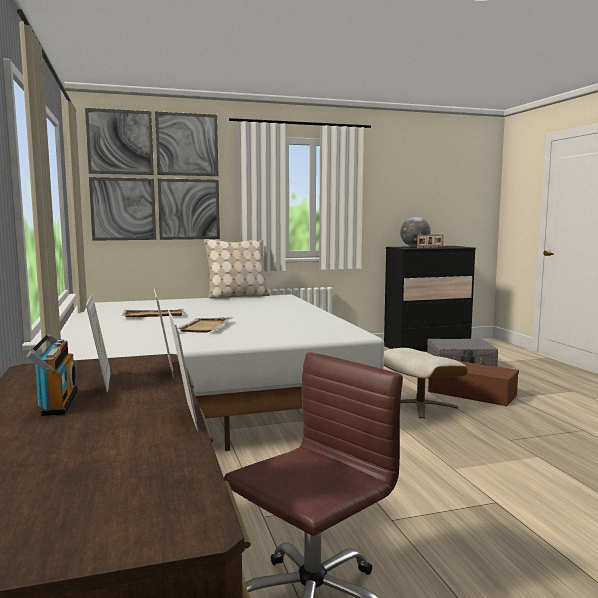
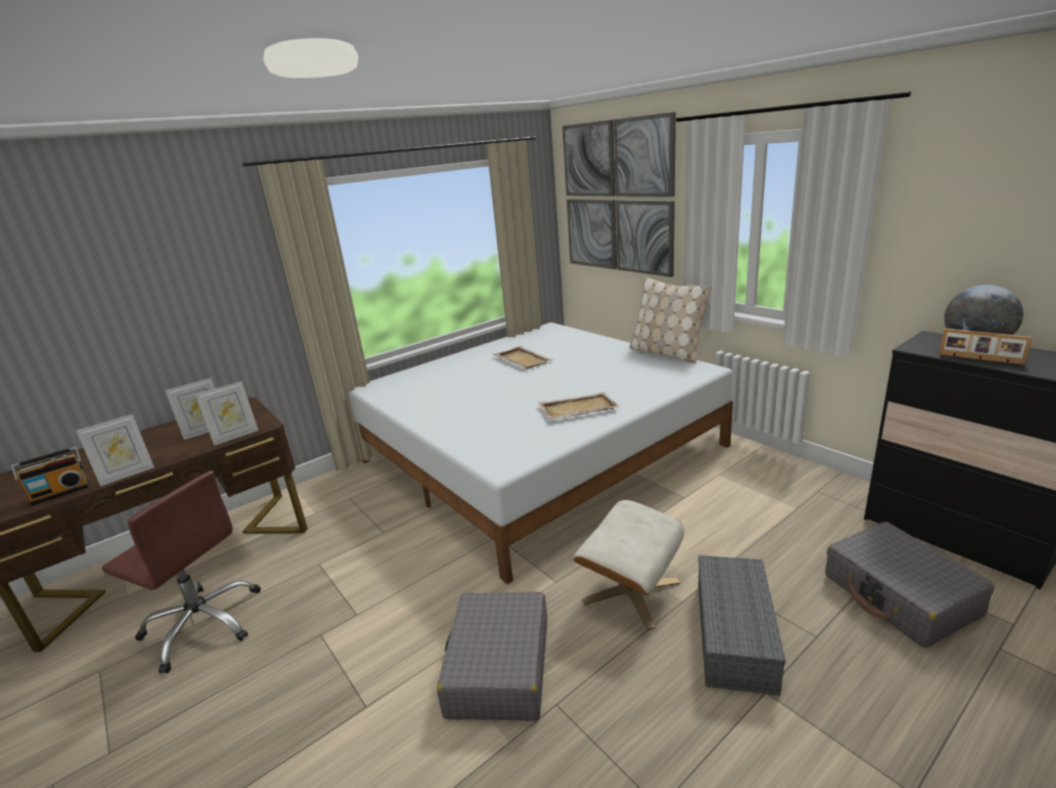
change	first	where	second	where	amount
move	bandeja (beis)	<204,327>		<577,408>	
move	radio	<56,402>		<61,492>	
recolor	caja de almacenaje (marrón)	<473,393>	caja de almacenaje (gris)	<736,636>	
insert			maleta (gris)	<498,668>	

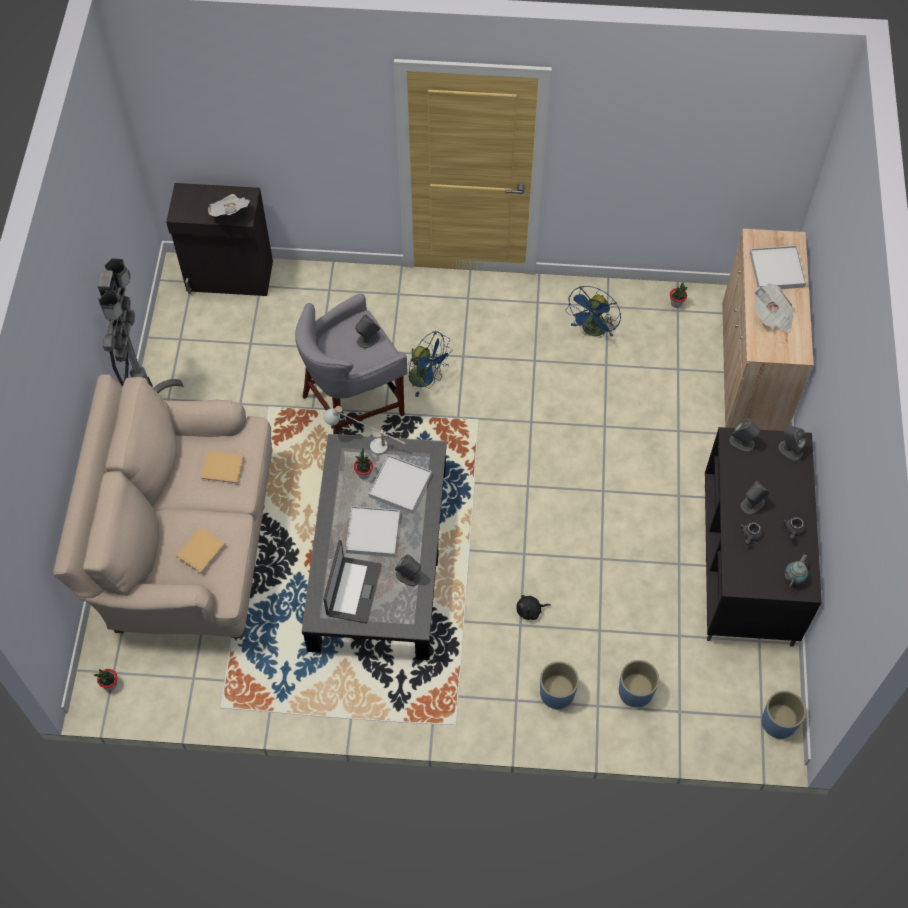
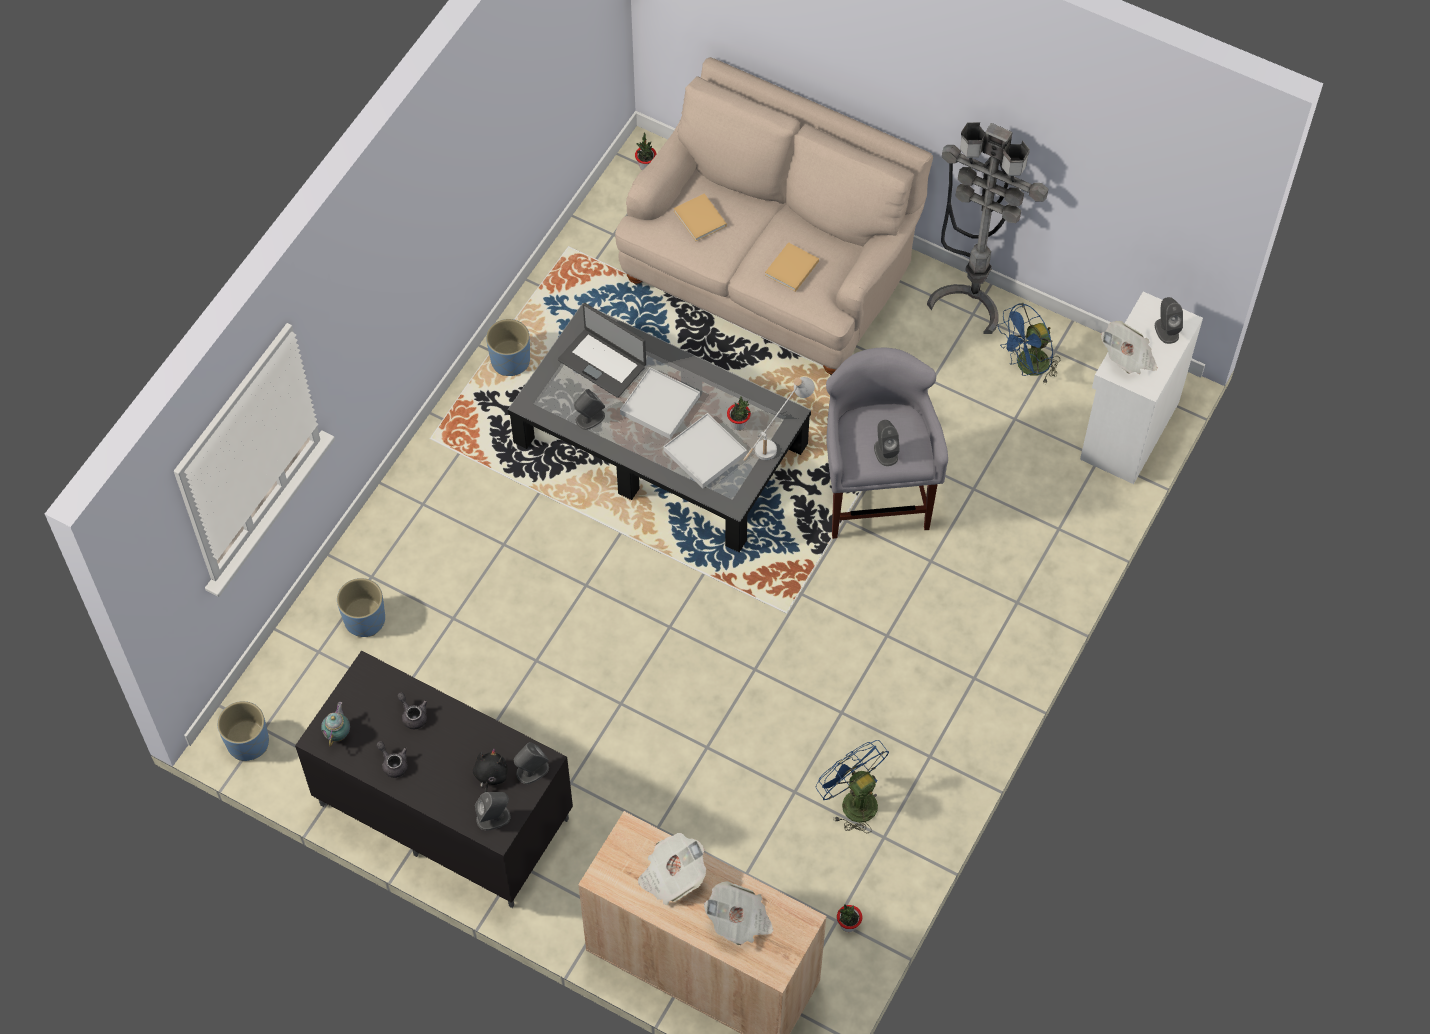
change	first	where	second	where	amount
recolor	armario (negro)	<230,277>	armario (blanco)	<1127,430>	
replace	bandeja (blanco)	<776,270>	periódico	<739,921>	
move	ventilador (azul)	<427,379>		<1027,367>	
move	altavoz (gris)	<752,504>		<1166,330>	
rotate	tetera	<794,578>		<338,733>	135 degrees counterclockwise
move	peluche (negro)	<530,611>		<490,776>	
move	maceta (azul)	<557,693>		<510,361>	

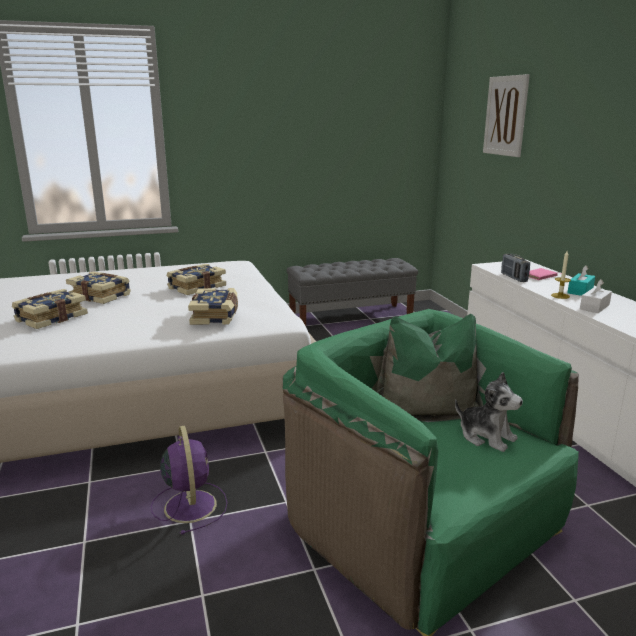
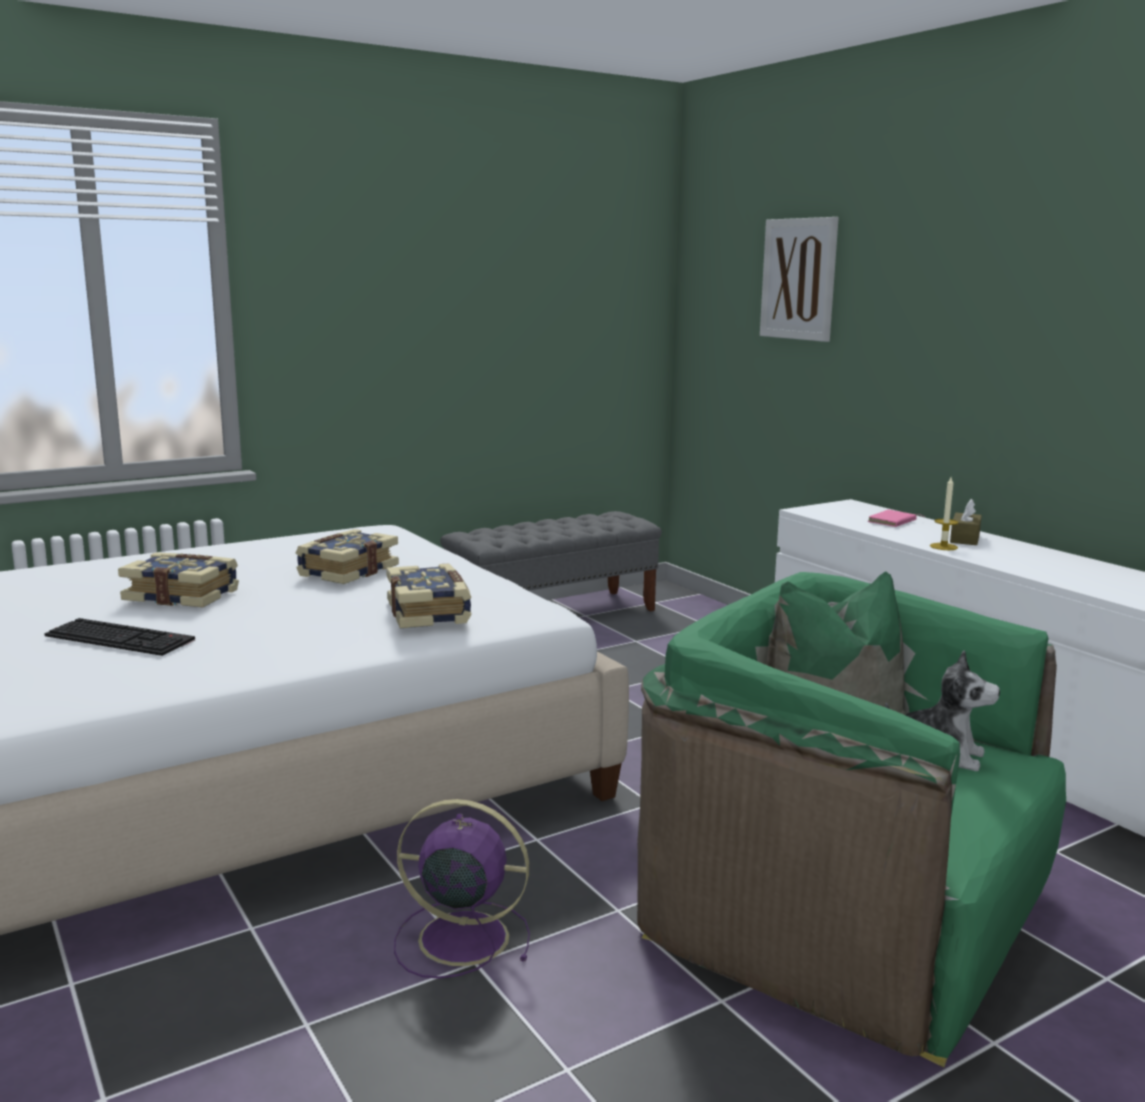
change	first	where	second	where	amount
delete	radio	<513,278>			
recolor	caja de pañuelos (turquesa)	<580,291>	caja de pañuelos (marrón)	<964,538>	
delete	caja de pañuelos (blanco)	<594,307>			
replace	libro	<51,318>	teclado	<122,637>	
rotate	ventilador (morado)	<190,504>		<459,938>	45 degrees counterclockwise

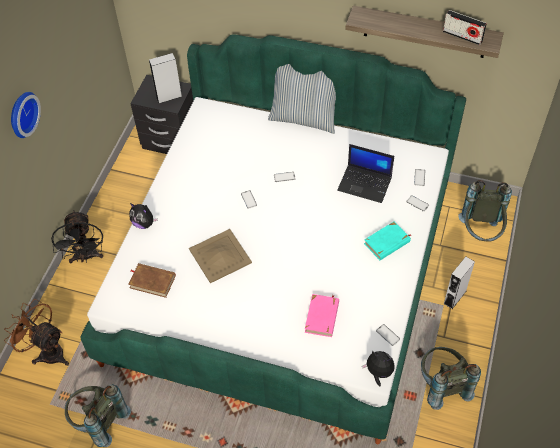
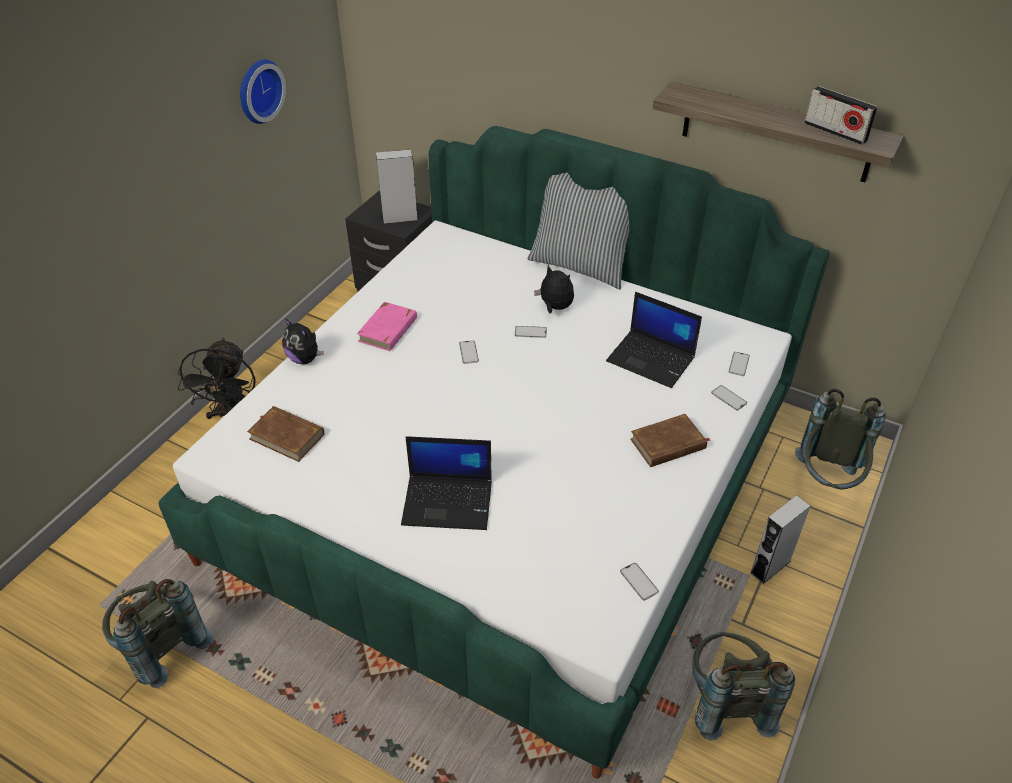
change	first	where	second	where	amount
move	reloj de pared	<21,114>		<258,90>	
recolor	libro (turquesa)	<387,243>	libro (marrón)	<668,444>	
delete	bandeja (beis)	<219,256>			
move	libro (rosa)	<322,317>		<388,330>	
delete	ventilador (marrón)	<47,351>			
move	peluche	<378,373>		<555,307>	
insert			portátil	<449,502>	

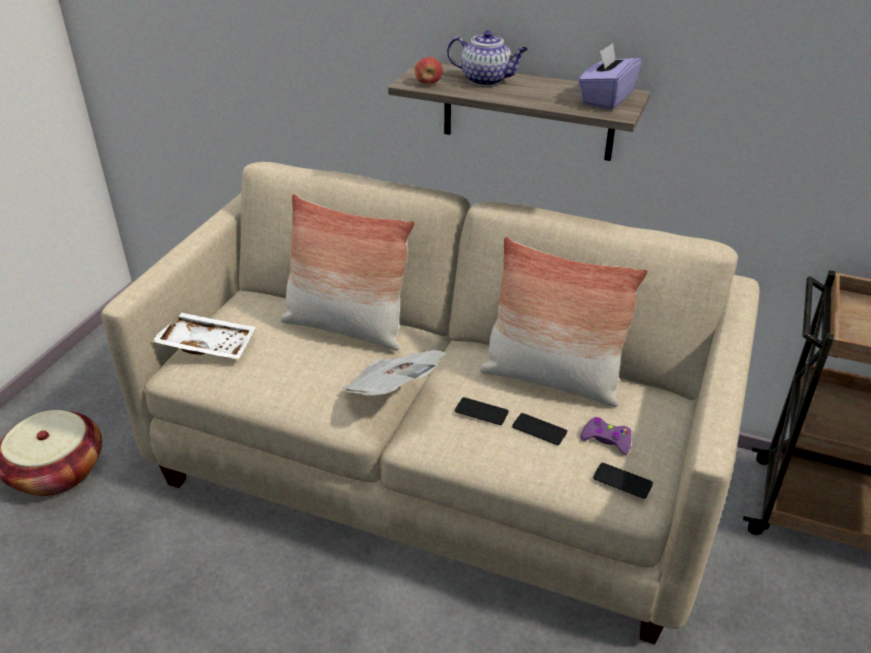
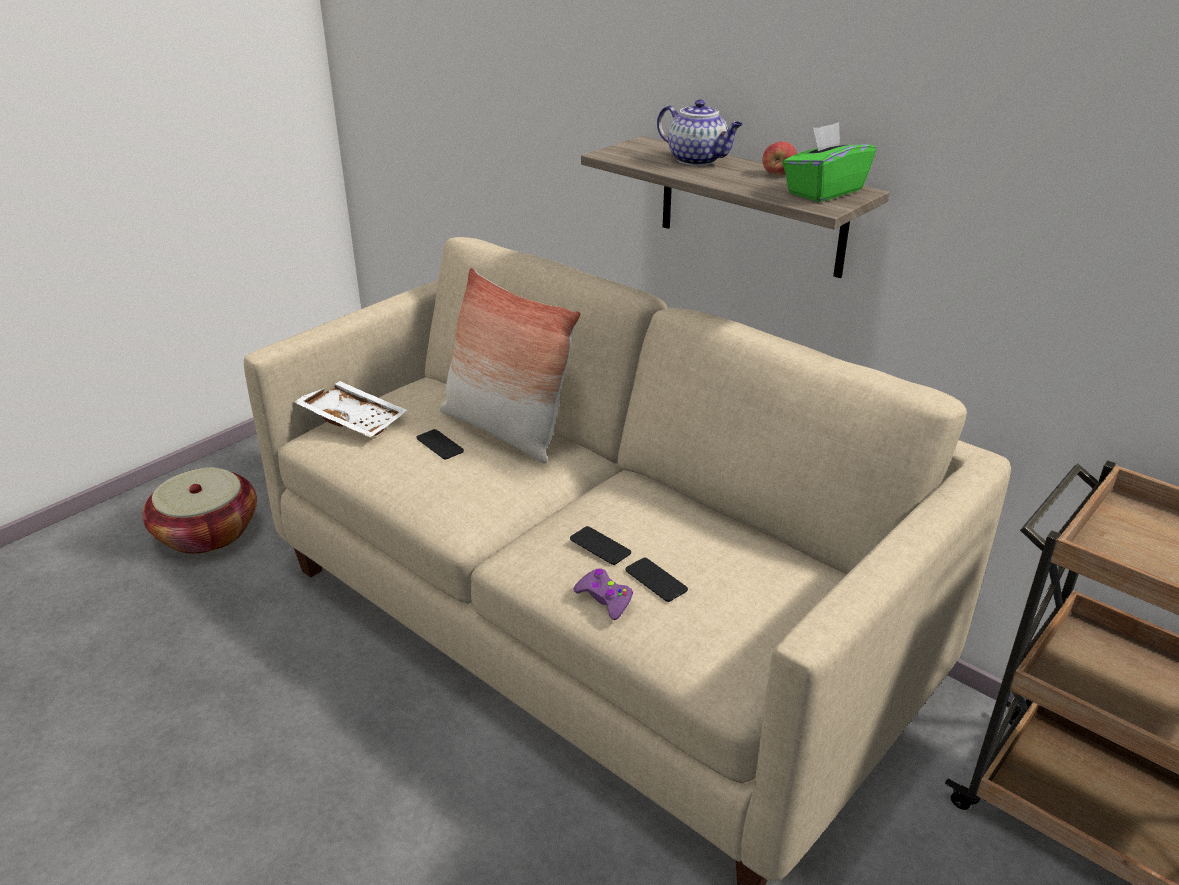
change	first	where	second	where	amount
recolor	caja de pañuelos (morado)	<606,99>	caja de pañuelos (verde)	<824,192>	
move	manzana	<428,83>		<778,174>	
delete	cojín	<551,379>			
delete	periódico	<393,392>			
move	mando de consola (morado)	<606,440>		<605,599>	
move	móvil	<622,481>		<440,445>	

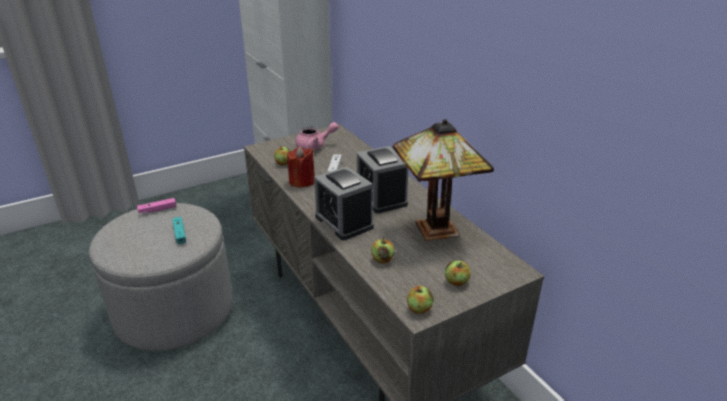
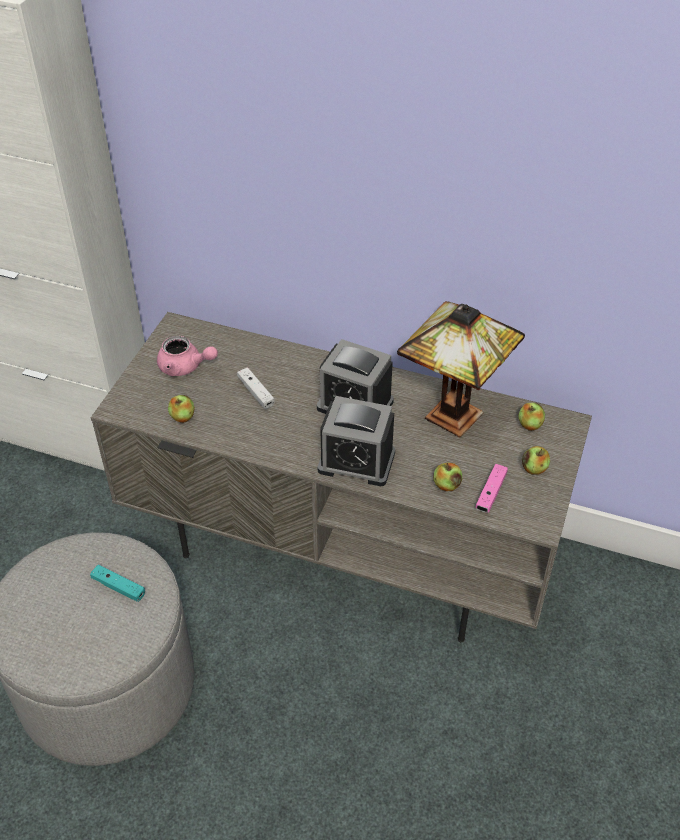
change	first	where	second	where	amount
rotate	tetera (rosa)	<315,146>		<185,367>	75 degrees clockwise
delete	vela (rojo)	<302,181>			
move	mando de consola (rosa)	<157,210>		<491,493>	
move	manzana	<419,309>		<530,424>	

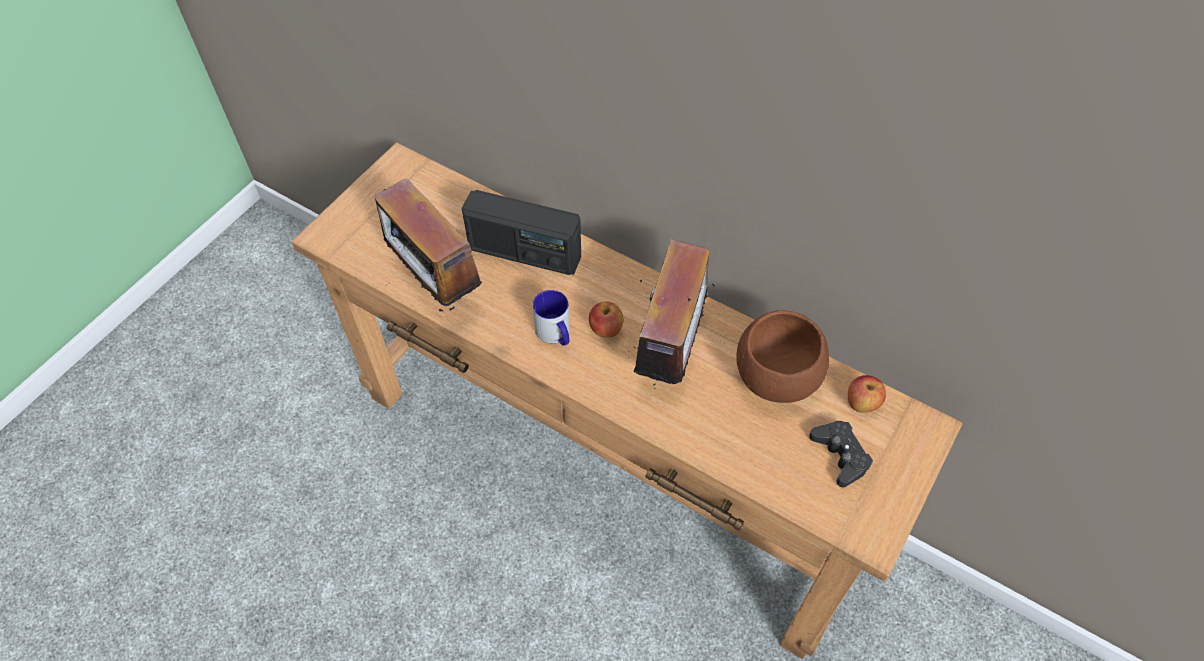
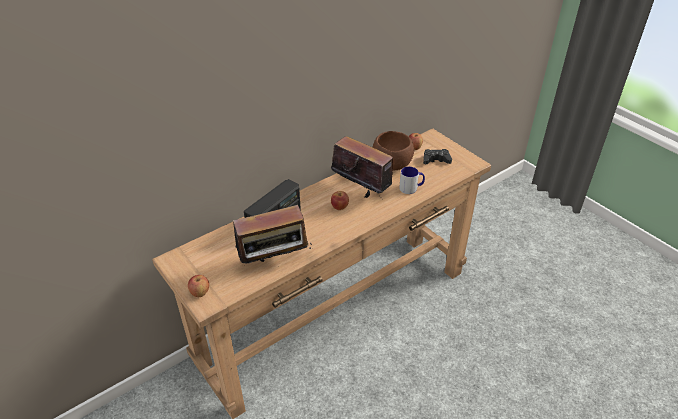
change	first	where	second	where	amount
move	taza grande	<555,334>		<411,188>	
insert			manzana	<200,293>	

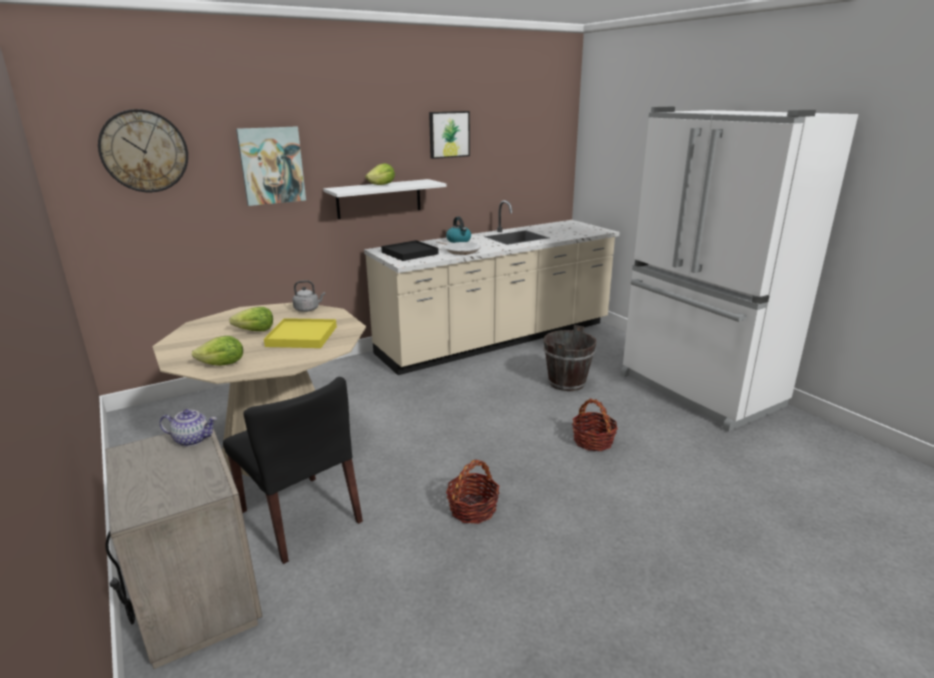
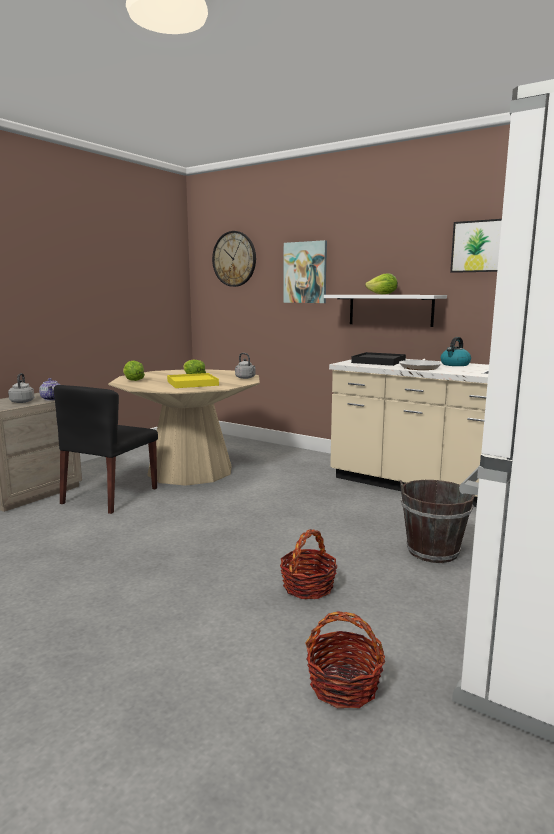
change	first	where	second	where	amount
move	cesta	<473,509>		<344,686>	
insert			hervidor (gris)	<22,401>	

